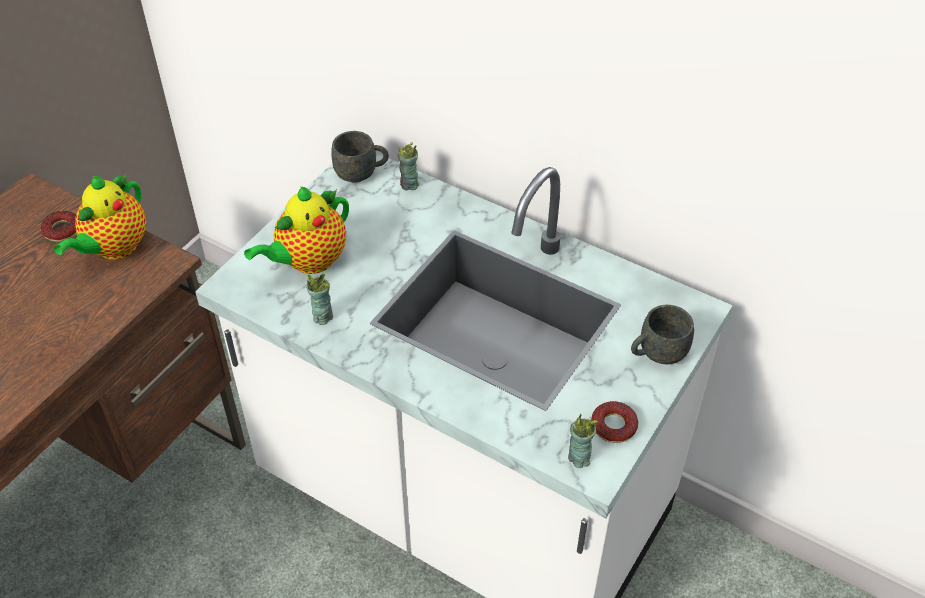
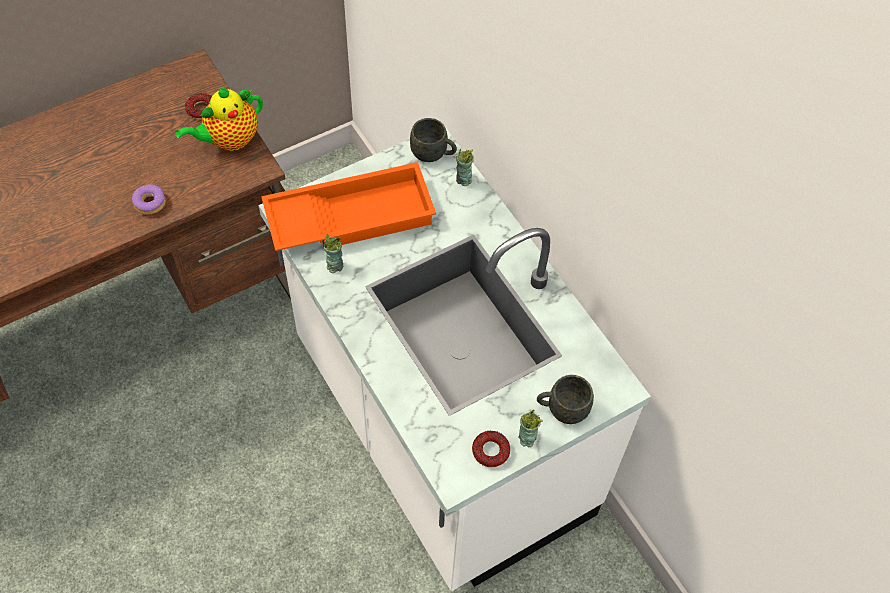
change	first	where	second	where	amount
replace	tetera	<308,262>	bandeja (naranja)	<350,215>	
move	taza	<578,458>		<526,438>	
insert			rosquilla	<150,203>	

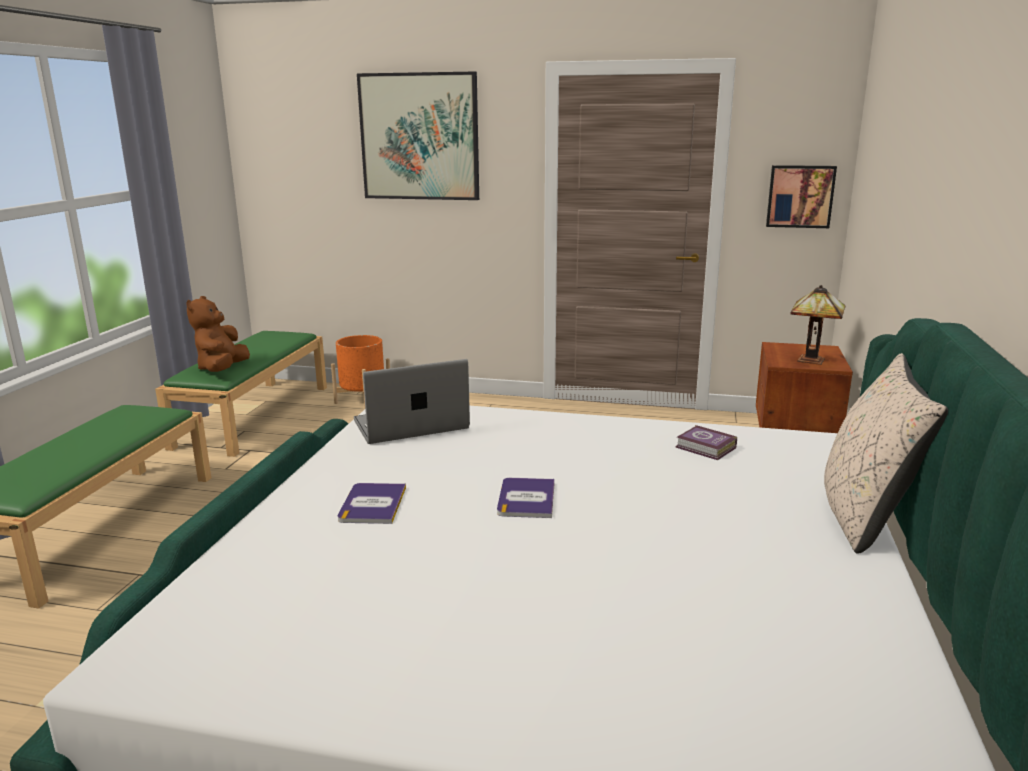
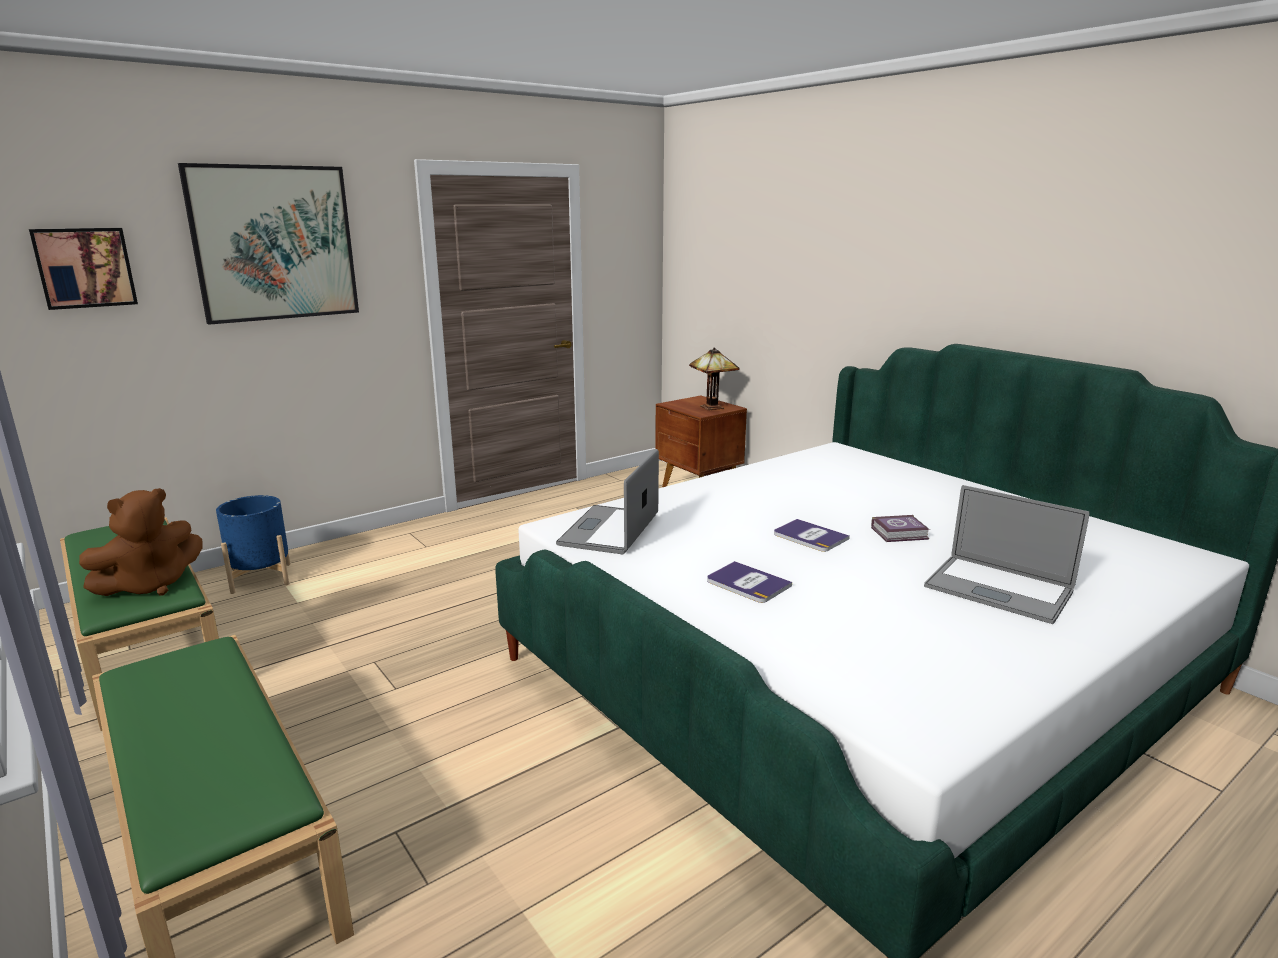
change	first	where	second	where	amount
move	cuadro	<800,196>		<85,267>	
rotate	peluche (marrón)	<222,369>		<151,585>	90 degrees counterclockwise
recolor	maceta (naranja)	<363,400>	maceta (azul)	<261,578>	
delete	cojín (beis)	<865,516>			
move	libro	<706,448>		<901,533>	
insert			portátil	<998,589>	

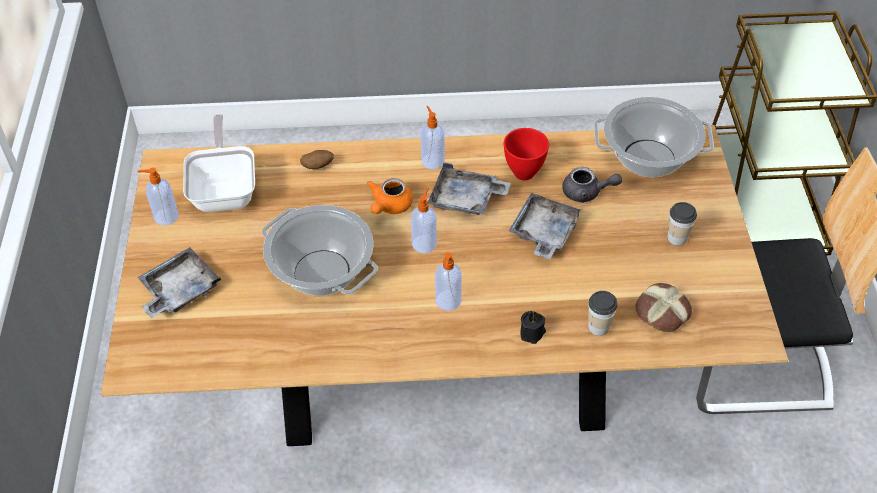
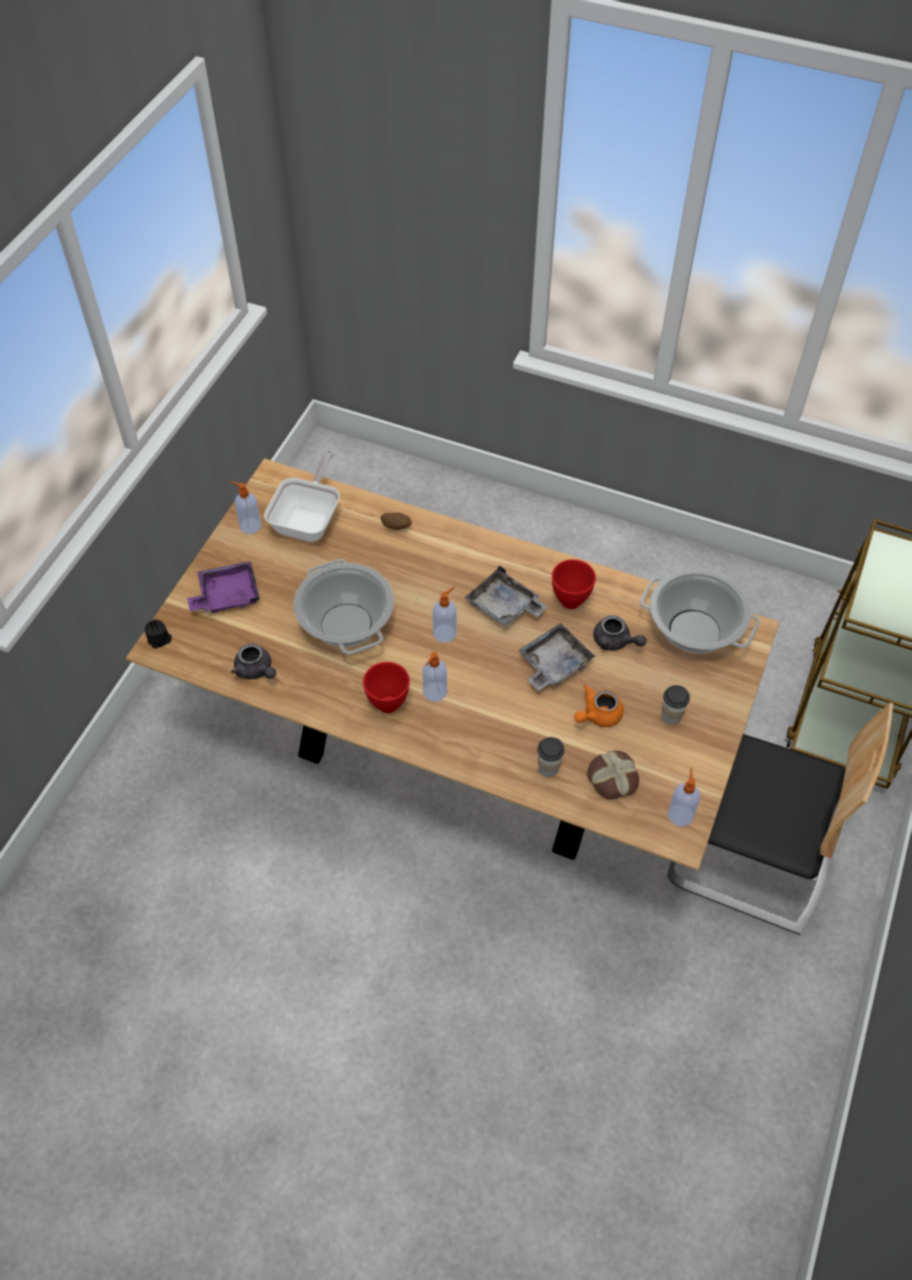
change	first	where	second	where	amount
move	dispensador de jabón	<432,161>		<680,814>	
move	tetera (naranja)	<389,206>		<597,715>	
recolor	bandeja (gris)	<179,291>	bandeja (morado)	<227,595>	
move	vela (negro)	<532,333>		<159,639>	
insert			tetera (gris)	<256,670>	
insert			cuenco (rojo)	<387,704>	

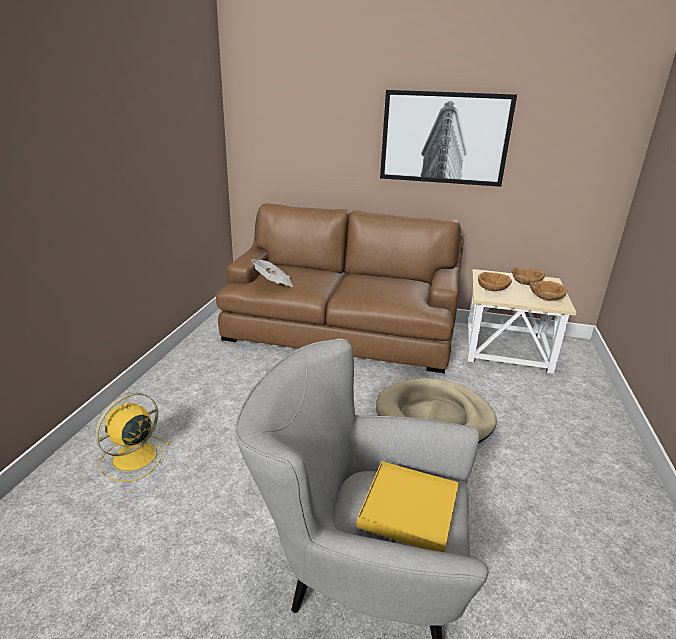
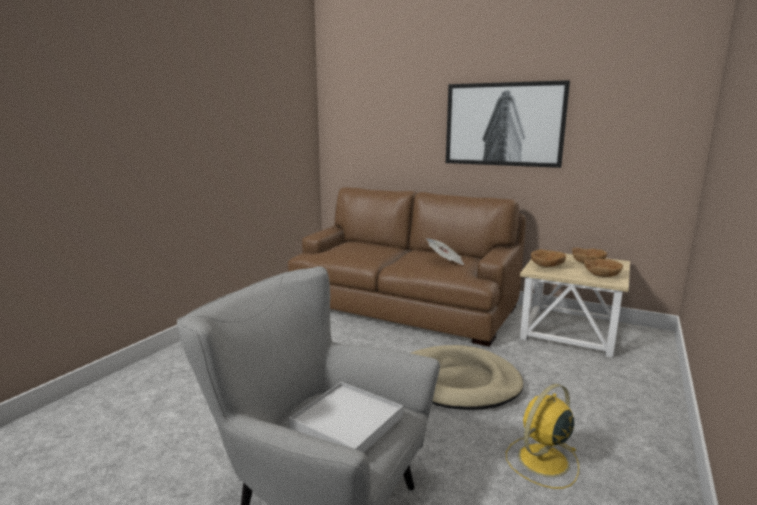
change	first	where	second	where	amount
move	periódico	<273,283>		<445,262>	
move	ventilador (amarillo)	<132,458>		<542,461>	
recolor	bandeja (amarillo)	<409,509>	bandeja (blanco)	<347,422>	

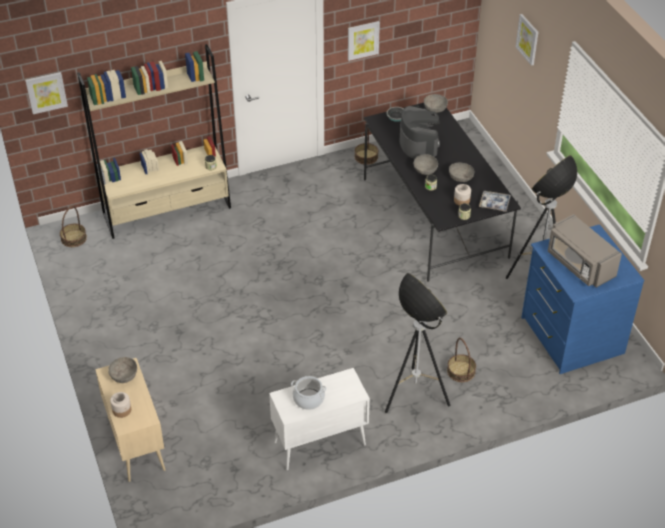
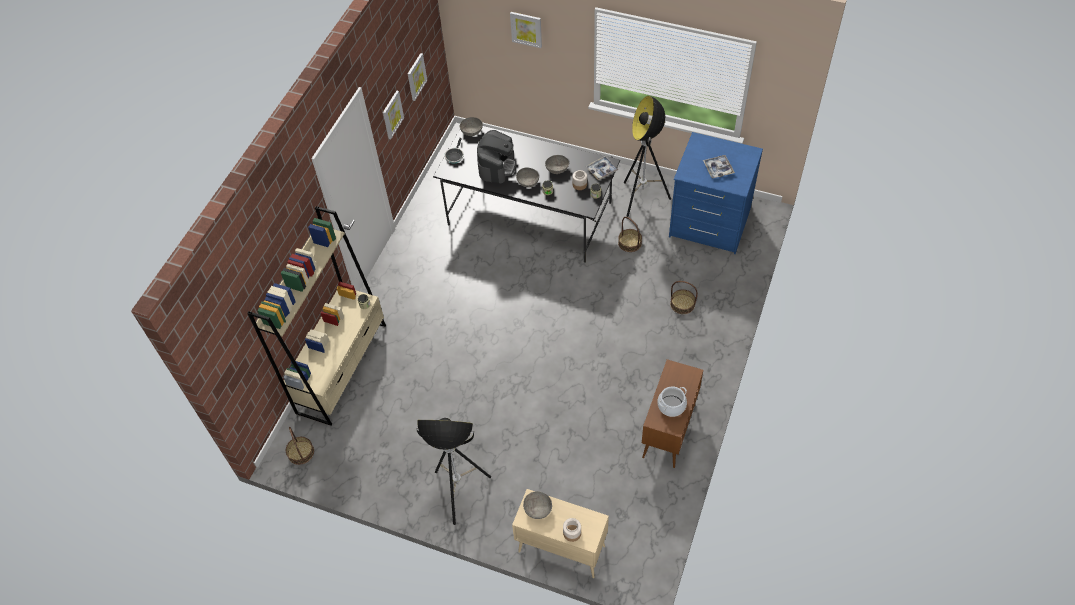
change	first	where	second	where	amount
move	cuadro	<46,92>		<416,76>	
rotate	cafetera	<418,143>		<497,166>	75 degrees clockwise
move	cesta	<366,157>		<630,243>	
replace	microondas (gris)	<580,264>	bandeja	<718,169>	
move	lámpara de pie	<414,396>		<459,493>	
recolor	armario (blanco)	<319,444>	armario (marrón)	<669,431>	

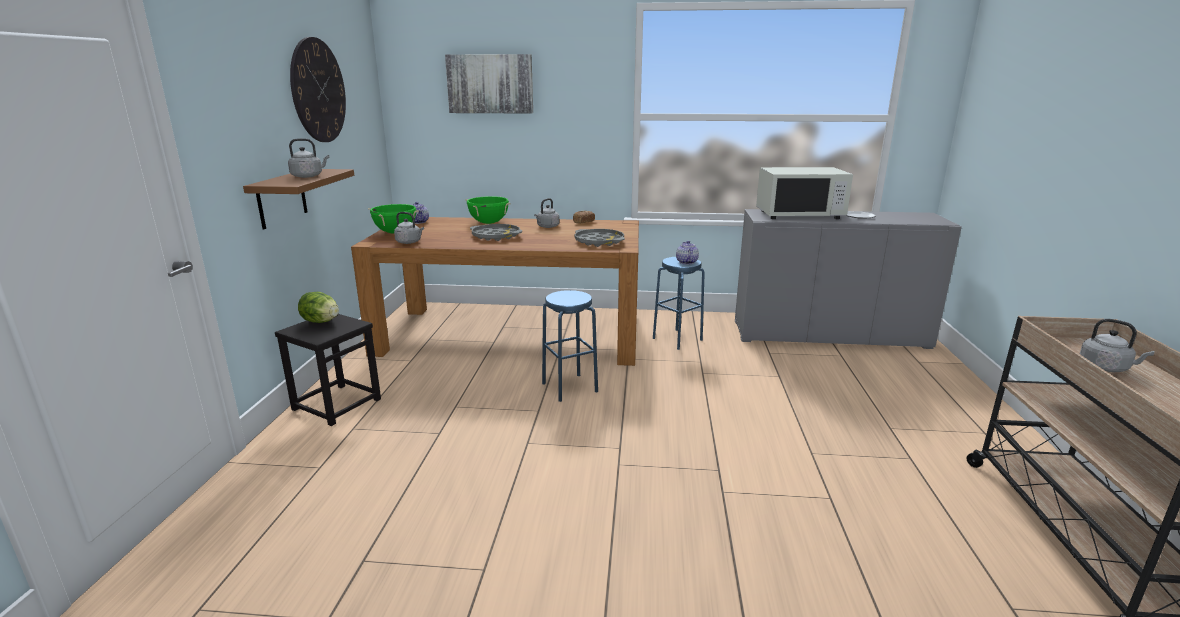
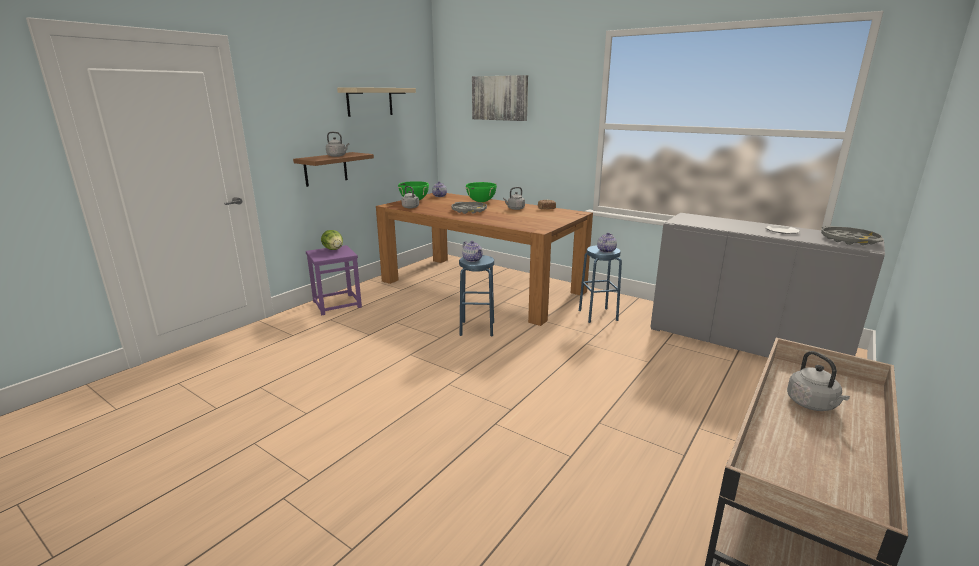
change	first	where	second	where	amount
replace	reloj de pared	<318,91>	estante	<369,101>	
delete	microondas (blanco)	<799,214>			
move	bandeja (gris)	<599,242>		<849,240>	
recolor	taburete (negro)	<336,404>	taburete (morado)	<337,304>	
insert			tetera	<473,260>	

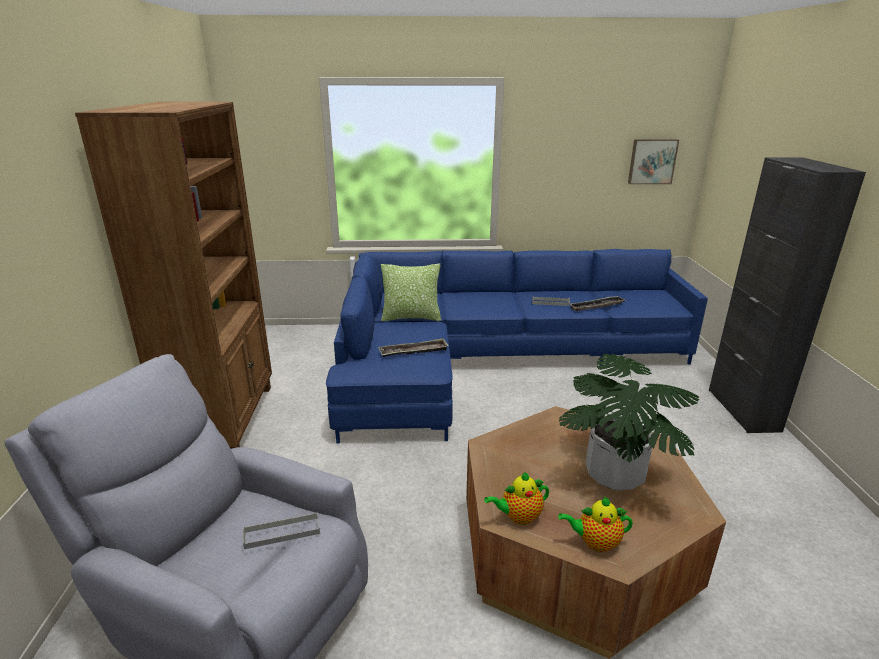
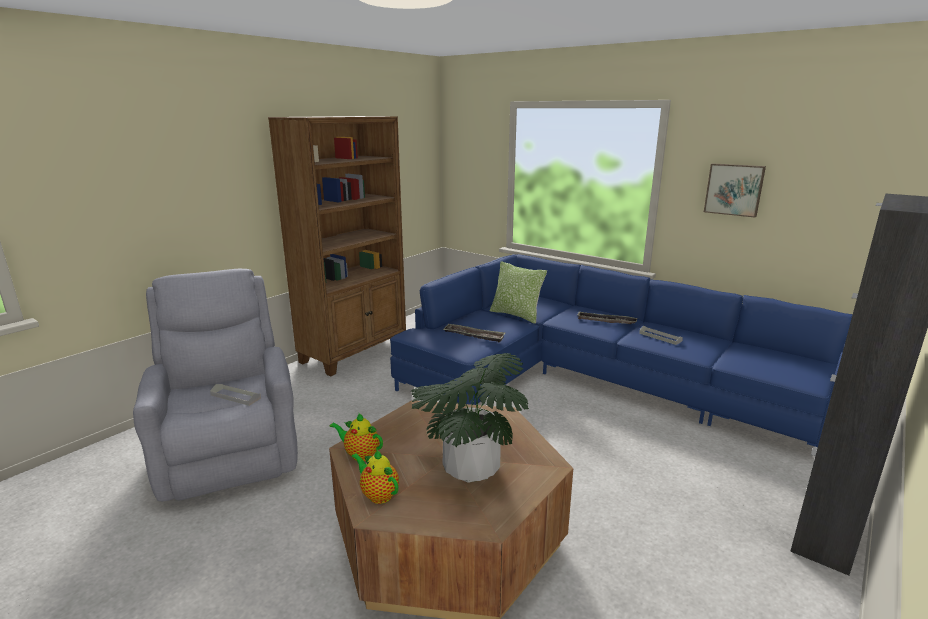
change	first	where	second	where	amount
move	cuadro	<652,161>		<734,189>	
move	bandeja	<597,306>		<606,321>	

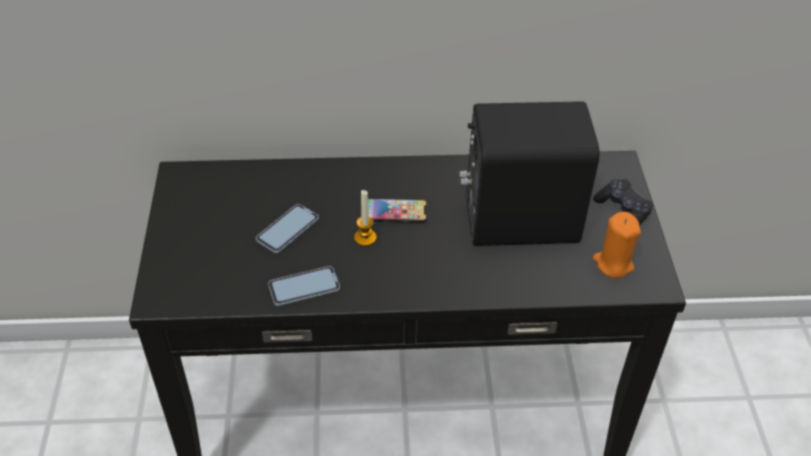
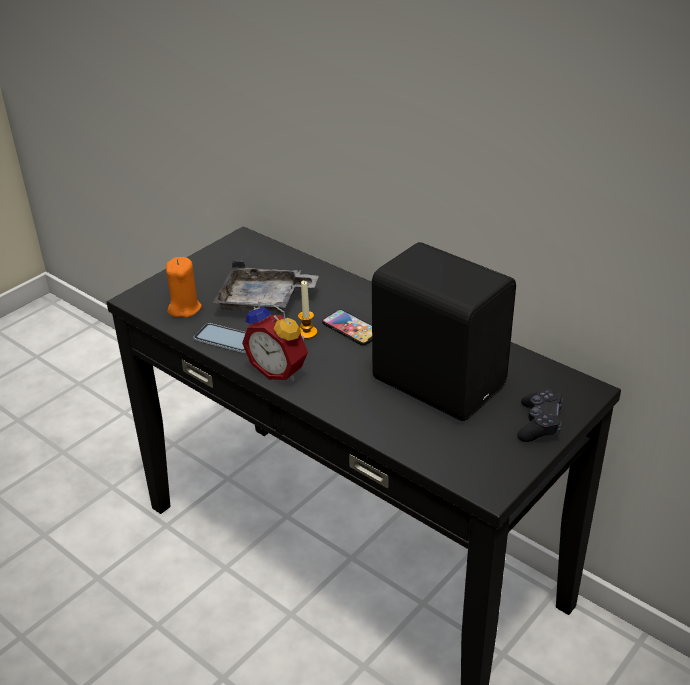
change	first	where	second	where	amount
replace	móvil	<287,229>	bandeja (gris)	<264,301>	
move	vela (naranja)	<613,263>		<184,308>	
insert			despertador	<280,370>	

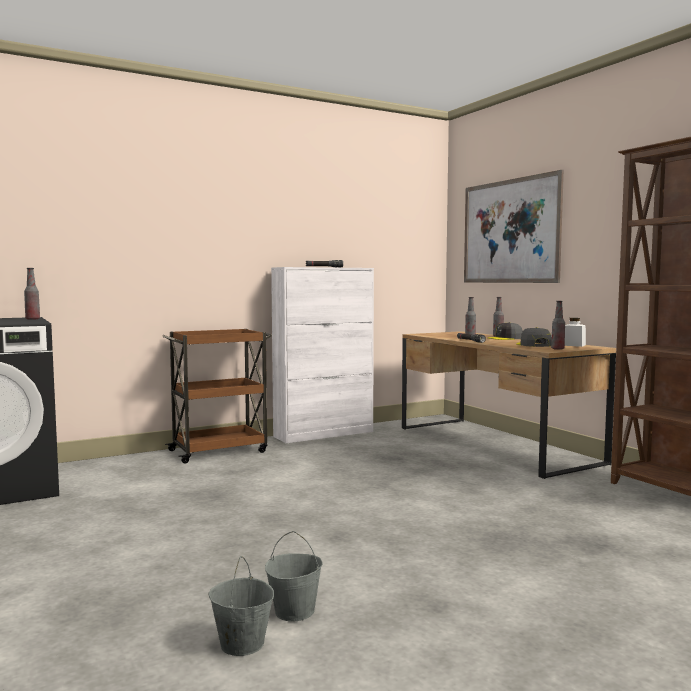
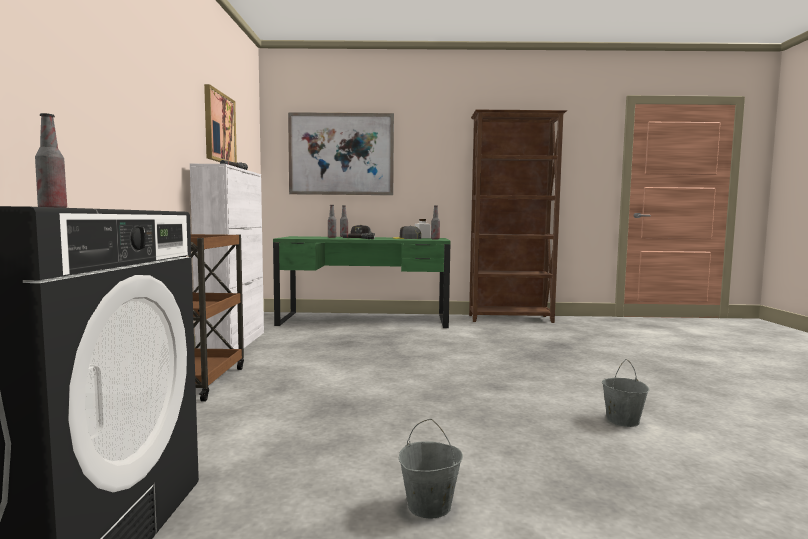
change	first	where	second	where	amount
recolor	escritorio (marrón)	<494,444>	escritorio (verde)	<364,320>	
move	cubo (gris)	<241,644>		<429,506>	
insert			cuadro	<219,128>	

